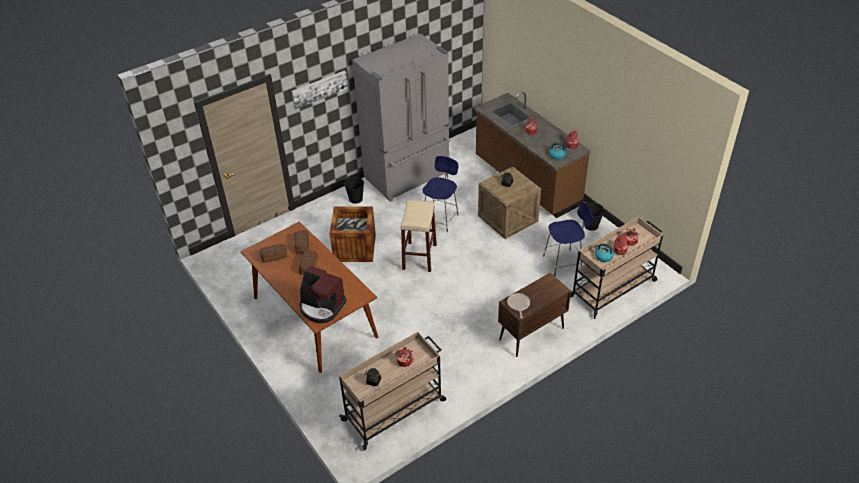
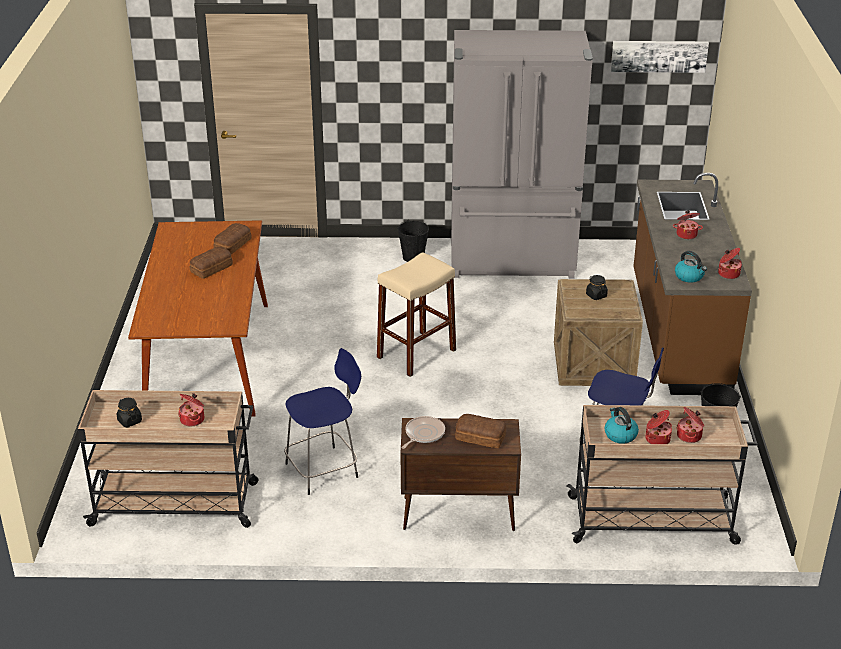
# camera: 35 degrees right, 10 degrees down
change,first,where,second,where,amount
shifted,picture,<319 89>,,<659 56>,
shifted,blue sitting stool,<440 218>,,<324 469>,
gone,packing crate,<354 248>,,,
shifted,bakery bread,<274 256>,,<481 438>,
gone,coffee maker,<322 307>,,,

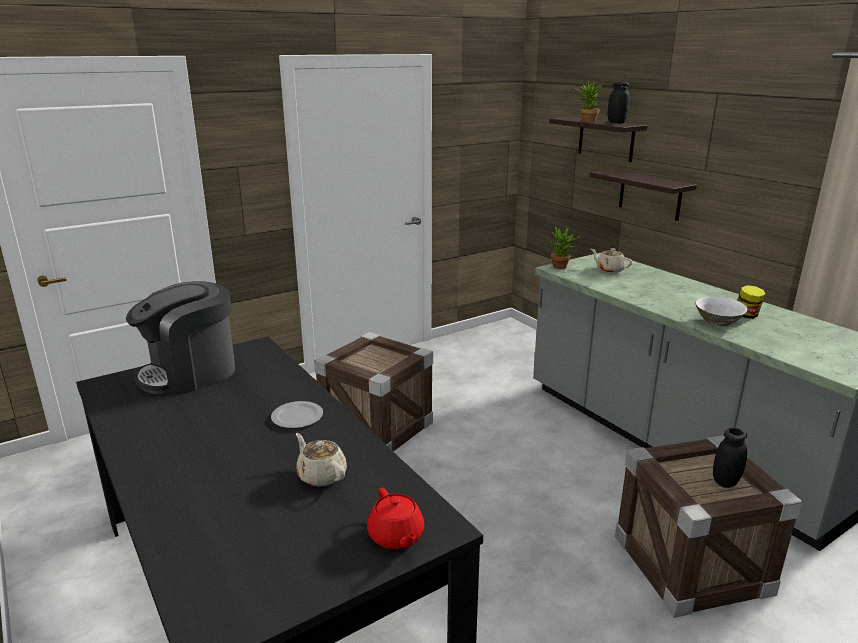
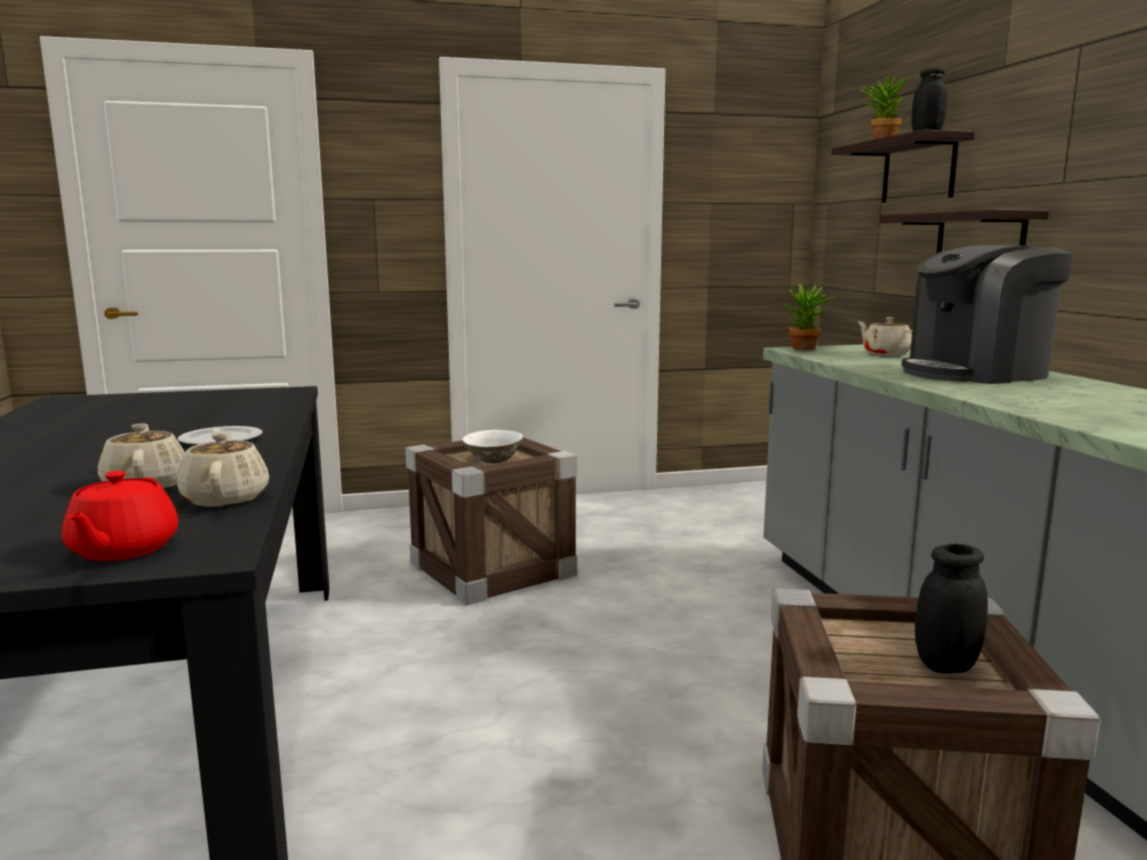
# camera: 20 degrees right, 10 degrees down
change,first,where,second,where,amount
shifted,coffee maker,<190 373>,,<976 373>,
gone,preserve jar,<746 315>,,,
shifted,white bowl,<717 322>,,<493 460>,
new,,,beige tea pot,<226 498>,

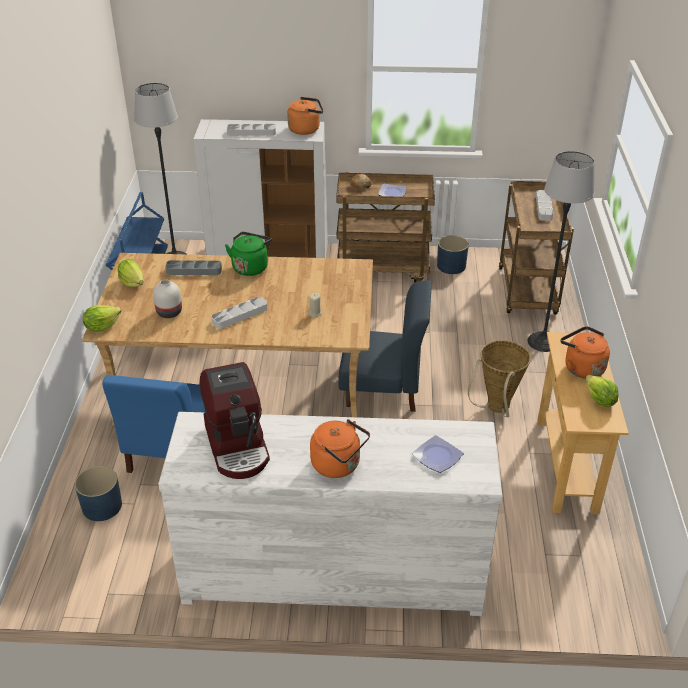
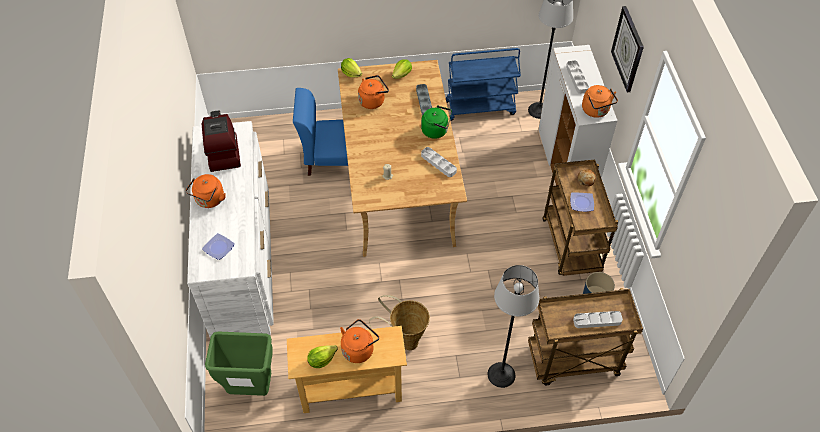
# camera: 80 degrees right, 15 degrees up
change,first,where,second,where,amount
swapped,white flower vase,<169 312>,orange-coloured water kettle,<373 101>,
gone,blue upright chair,<383 389>,,,
shifted,greyish tray,<240 315>,,<438 163>,
rotated,coffee maker,<238 446>,,<223 153>,105 degrees clockwise
gone,blue flower pot,<102 506>,,,
new,,,hanging clock,<628 49>,
new,,,green-coloured waste bin,<250 388>,

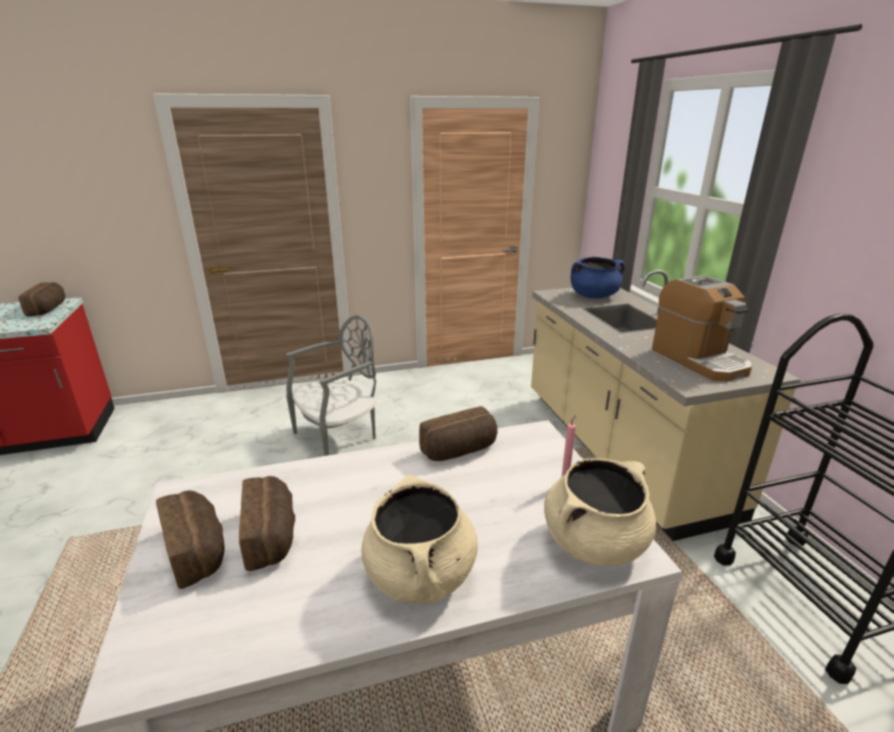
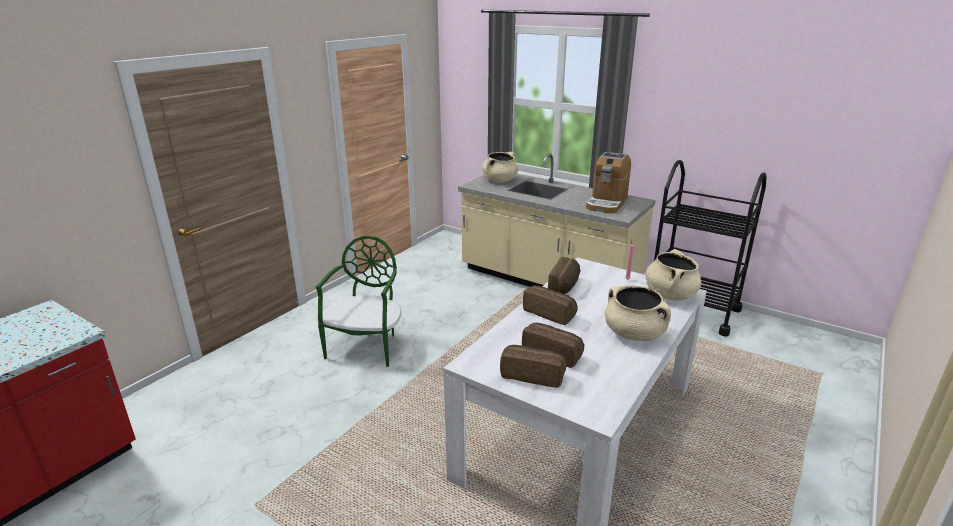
# camera: 40 degrees left, 0 degrees up
change,first,where,second,where,amount
repainted,blue cooking pot,<594 296>,beige cooking pot,<500 180>,
rotated,coffee maker,<699 360>,,<607 203>,90 degrees clockwise
shifted,bakery bread,<49 309>,,<550 313>,
repainted,greyish upright chair,<339 438>,green-coloured upright chair,<367 346>,

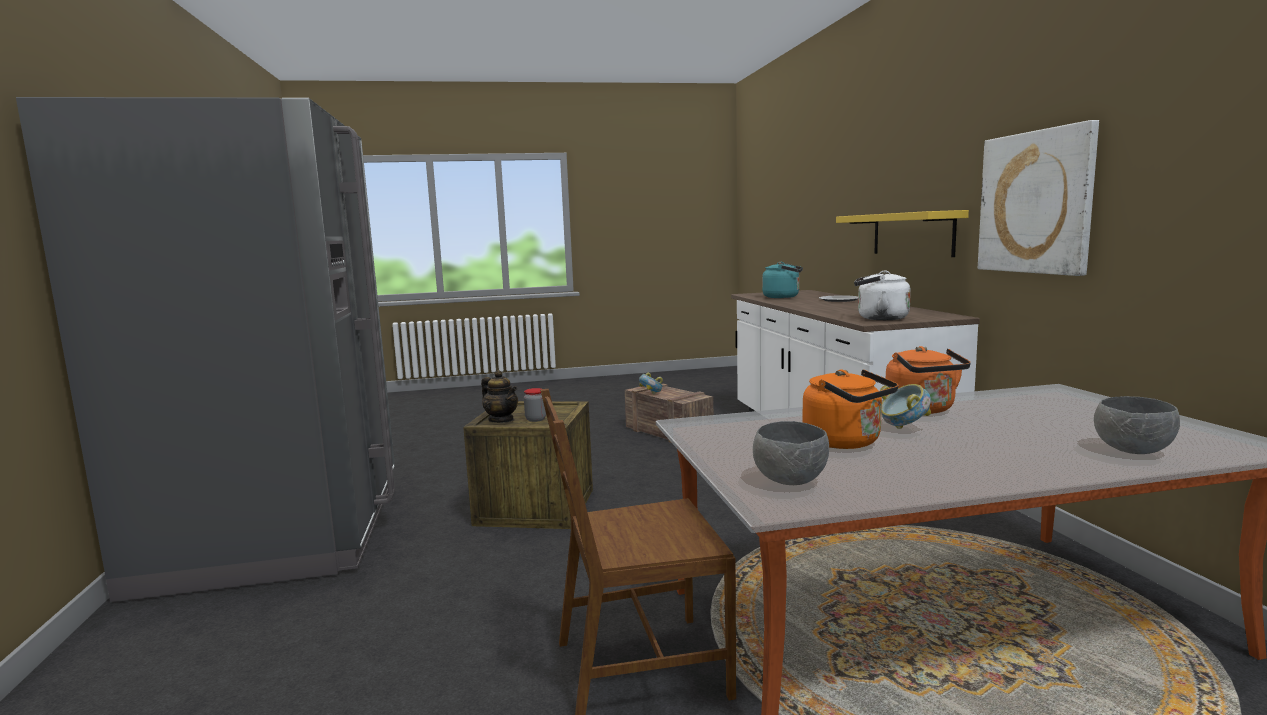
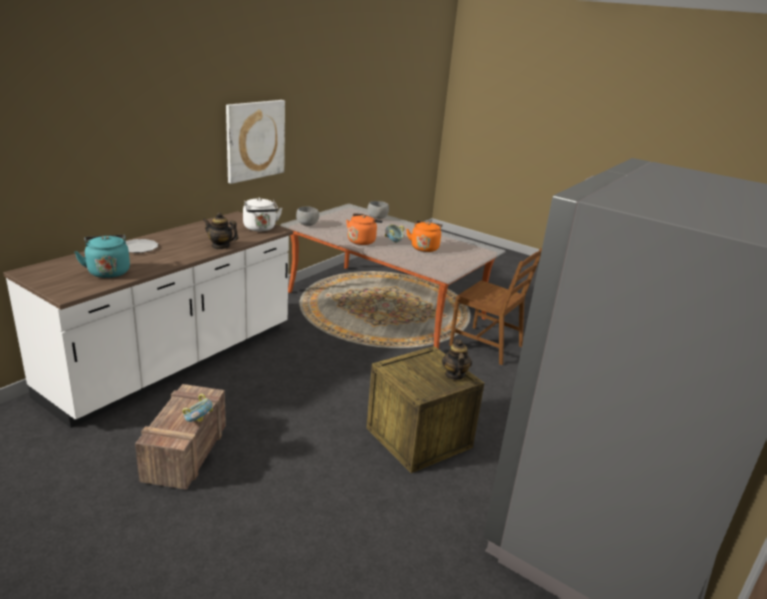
# camera: 135 degrees left, 15 degrees up
change,first,where,second,where,amount
gone,yellow-coloured wall shelf,<912 234>,,,
gone,preserve jar,<535 419>,,,
shifted,greyish bowl,<792 481>,,<307 224>,
new,,,tea pot,<220 246>,

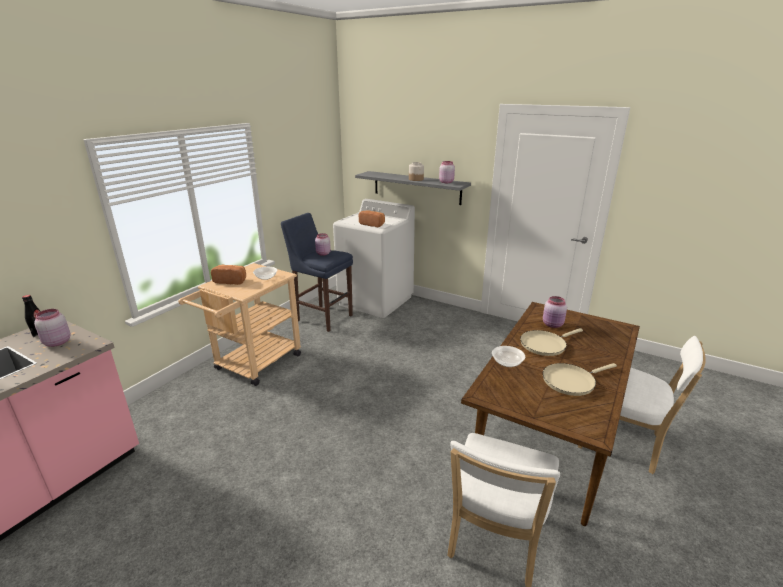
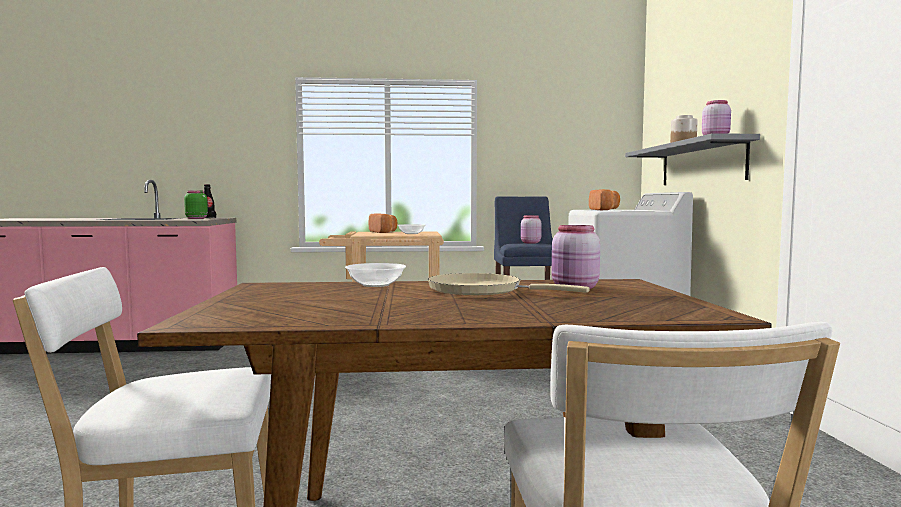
# camera: 55 degrees right, 20 degrees down
change,first,where,second,where,amount
repainted,pink-coloured preserve jar,<56 342>,green-coloured preserve jar,<196 218>,
gone,beige pan,<571 381>,,,

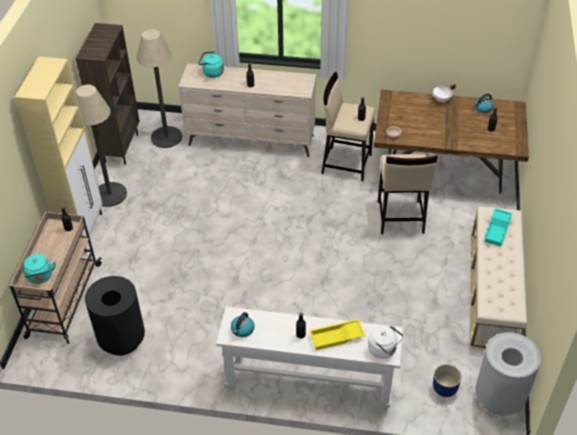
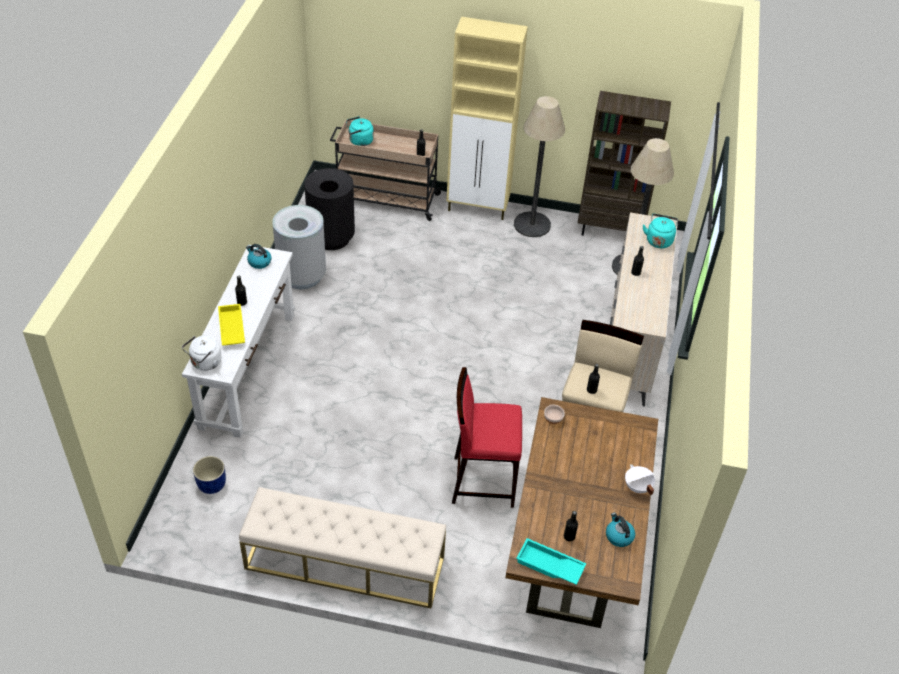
# camera: 90 degrees right, 0 degrees up
change,first,where,second,where,amount
repainted,beige sitting stool,<400 217>,reddish sitting stool,<482 481>,
shifted,turquoise-coloured tray,<498 230>,,<549 566>,
shifted,greyish waste bin,<499 397>,,<302 276>,

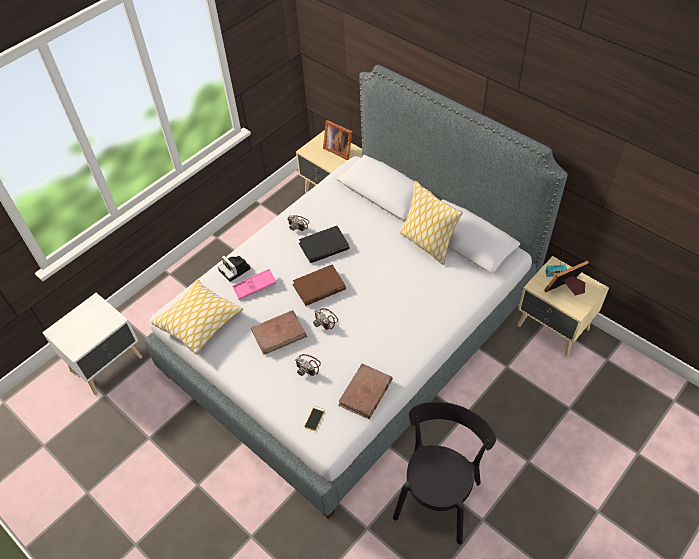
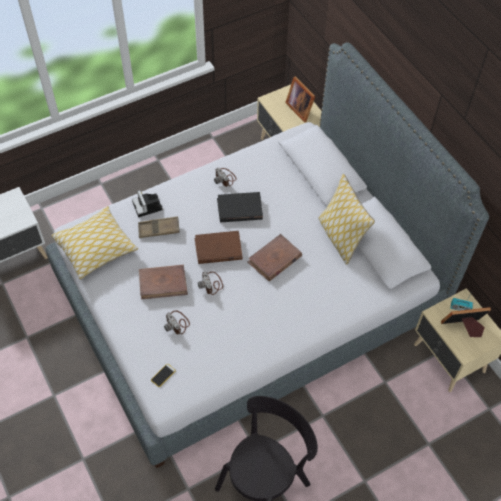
# camera: 15 degrees right, 5 degrees up
change,first,where,second,where,amount
repainted,pink-coloured tray,<255 286>,brown tray,<159 229>,
shifted,brown book,<365 393>,,<274 259>,

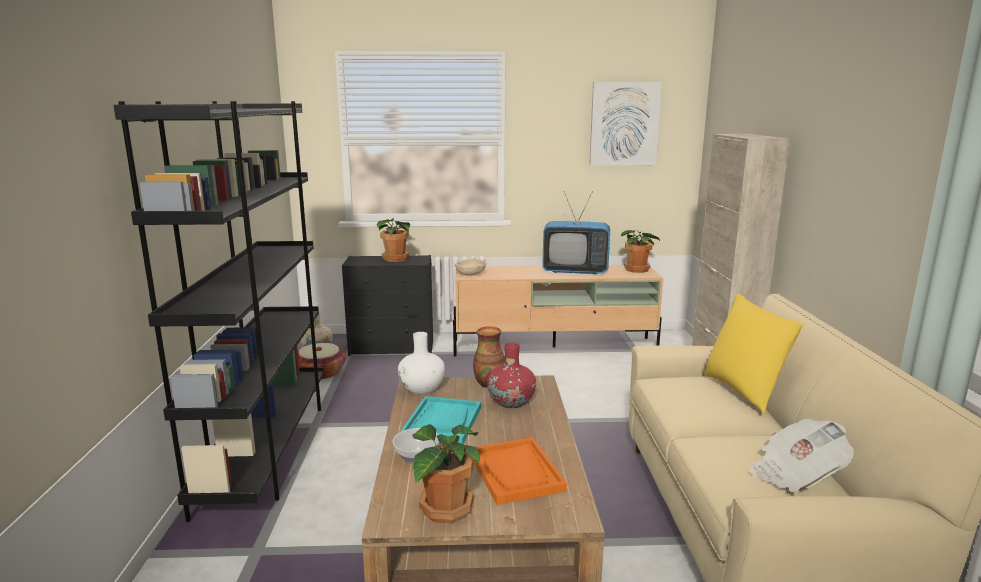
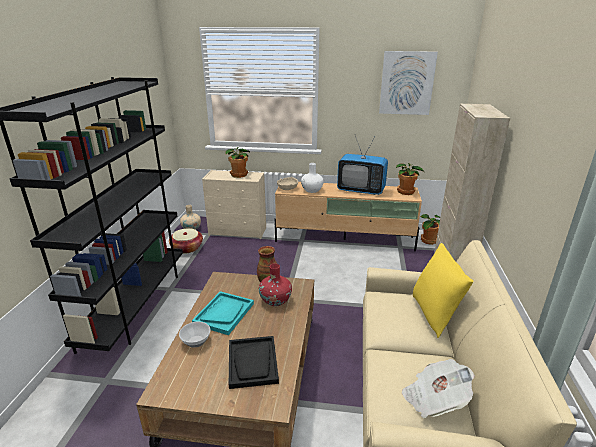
# camera: 10 degrees right, 10 degrees up
change,first,where,second,where,amount
repainted,blackish chest of drawers,<393 348>,beige chest of drawers,<238 231>,
shifted,white flower vase,<422 389>,,<312 190>,
shifted,plant in a pot,<444 509>,,<428 241>,
repainted,orange-coloured tray,<516 472>,blackish tray,<253 363>,

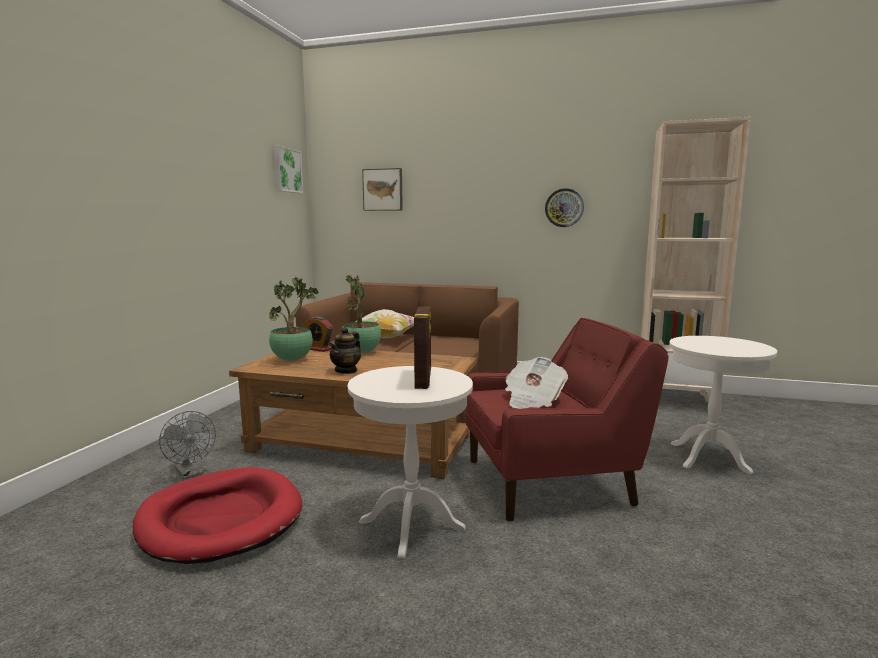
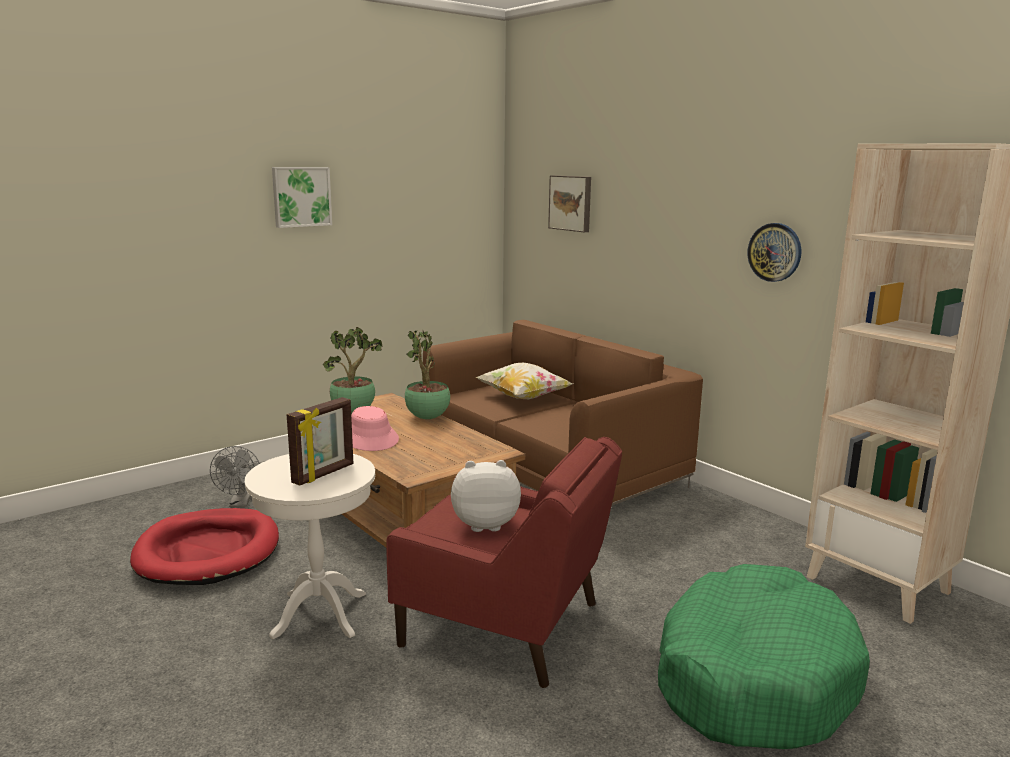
# camera: 35 degrees right, 5 degrees up
change,first,where,second,where,amount
shifted,picture,<286 170>,,<301 196>,
gone,bedside clock,<318 349>,,,
swapped,tea pot,<346 370>,pink-coloured hat,<370 438>,
swapped,white accent table,<709 457>,green-coloured dog cushion,<753 677>,
swapped,newspaper,<533 400>,plush toy,<485 524>,

